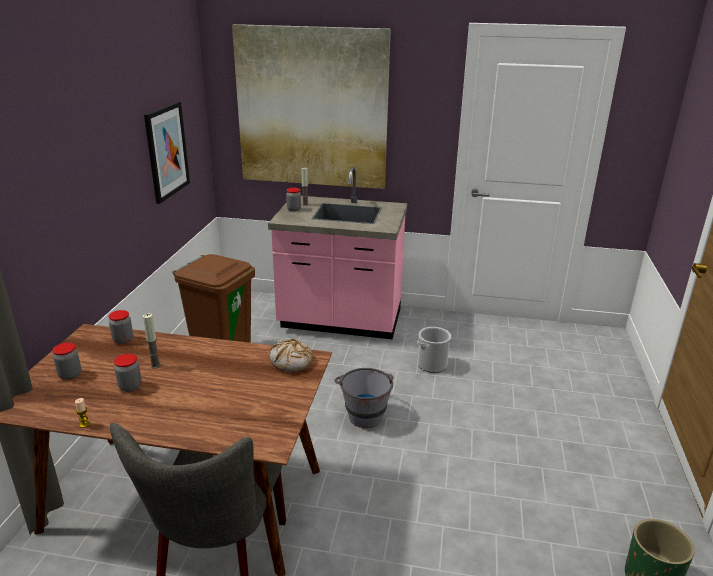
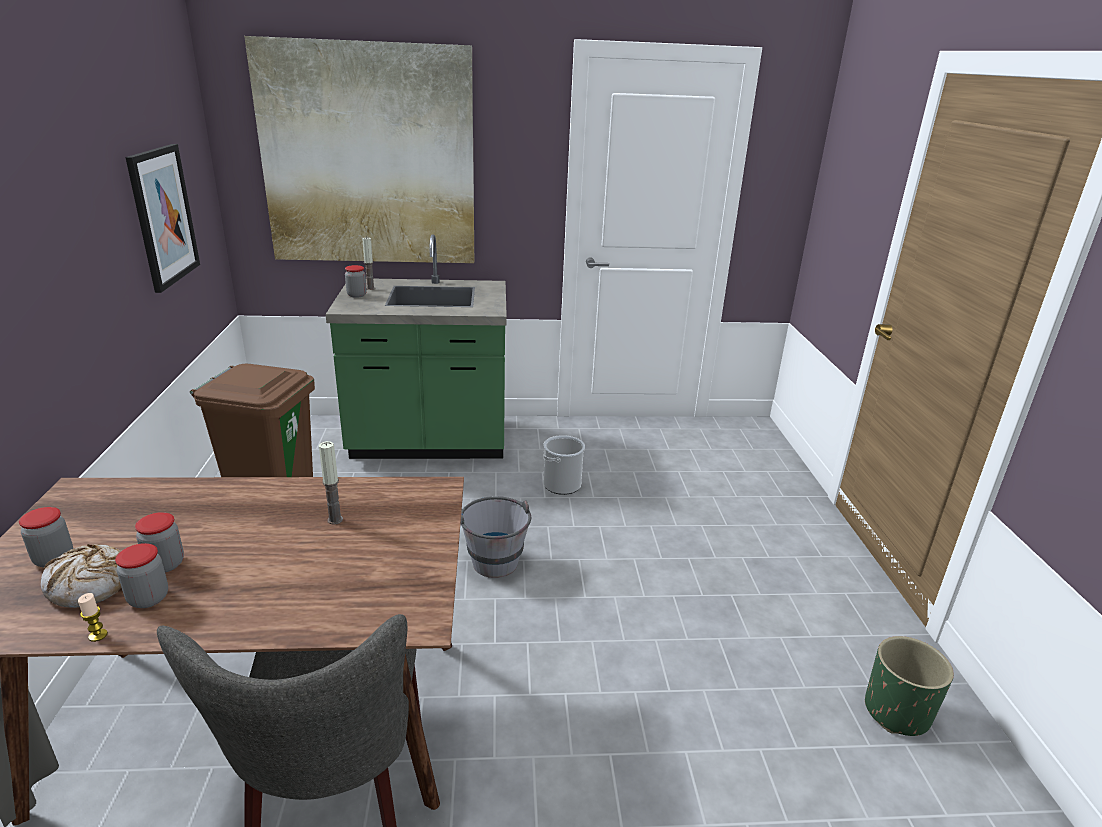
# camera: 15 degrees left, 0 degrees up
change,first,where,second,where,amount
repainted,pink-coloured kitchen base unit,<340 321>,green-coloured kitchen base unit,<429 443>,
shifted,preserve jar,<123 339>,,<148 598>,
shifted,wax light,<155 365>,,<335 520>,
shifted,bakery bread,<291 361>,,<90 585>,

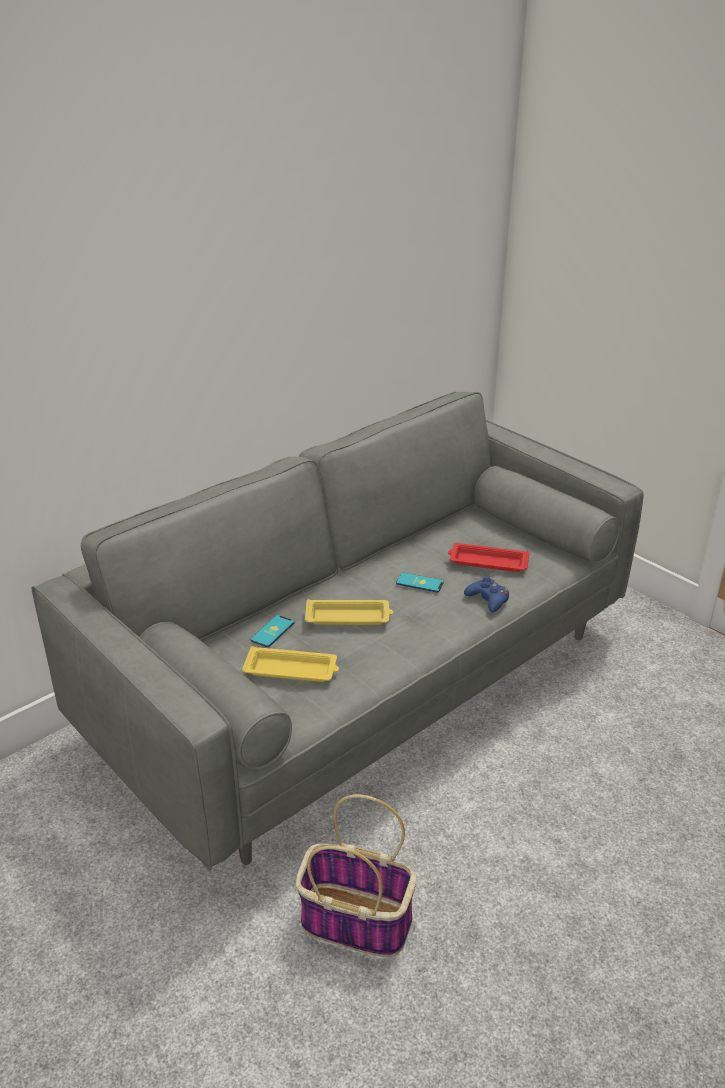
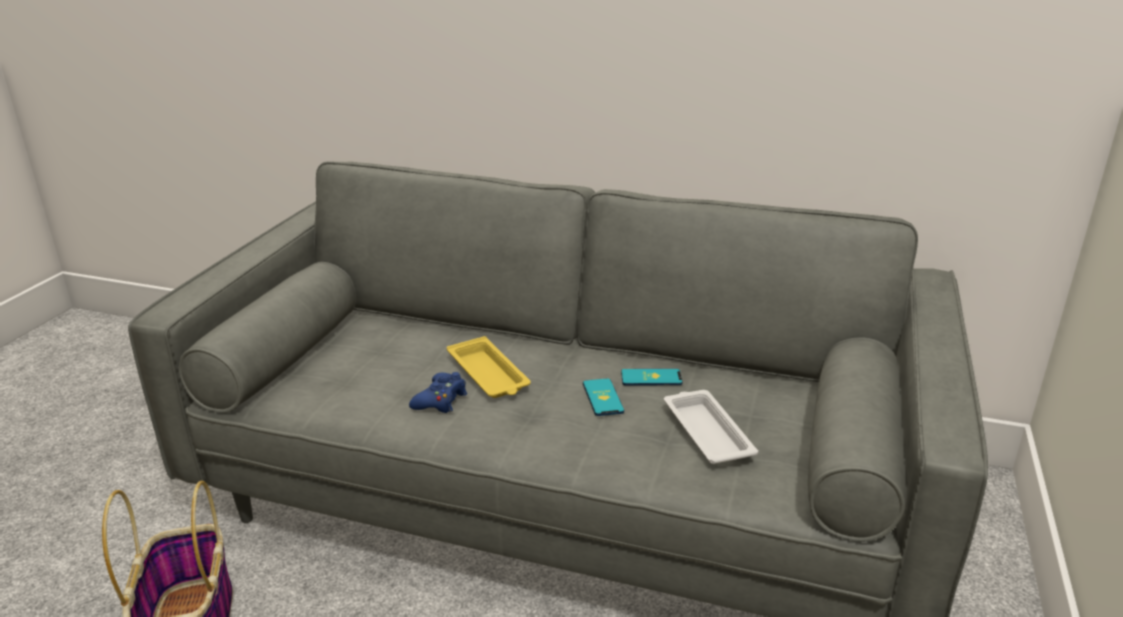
# camera: 60 degrees right, 5 degrees down
change,first,where,second,where,amount
repainted,reddish tray,<487 562>,white tray,<706 431>,
shifted,blue joypad,<488 600>,,<440 400>,
shifted,telephone,<272 631>,,<651 378>,
gone,yellow-coloured tray,<292 670>,,,

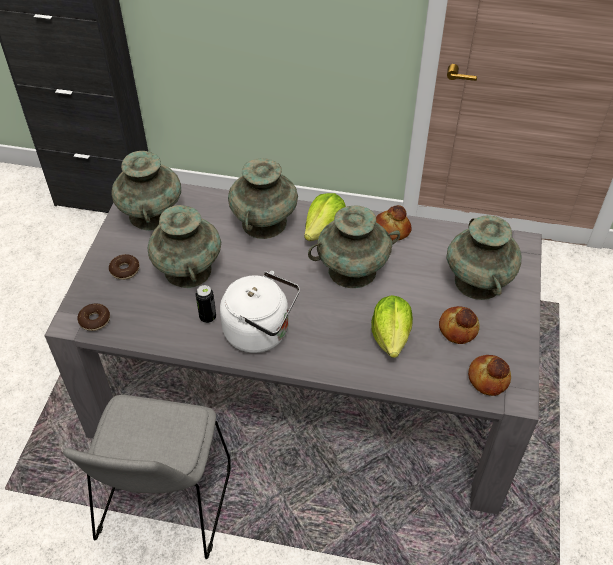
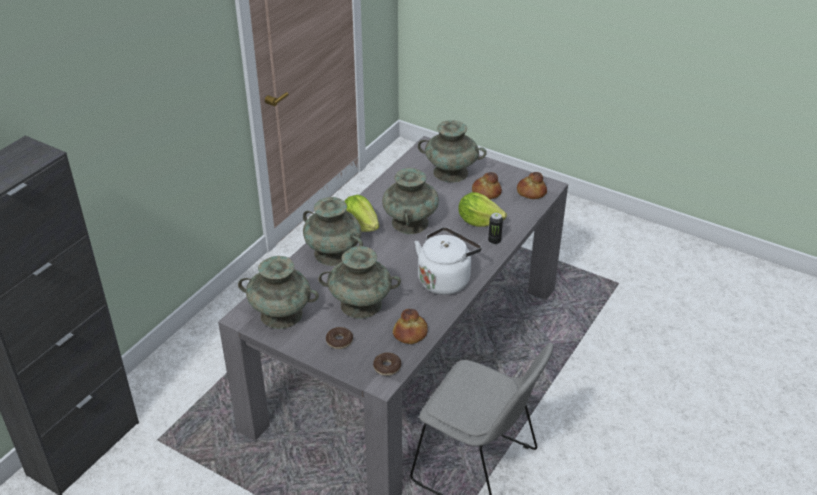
# camera: 70 degrees left, 10 degrees down
change,first,where,second,where,amount
shifted,bakery bread,<391 230>,,<410 334>,
shifted,sealed can,<208 317>,,<494 241>,

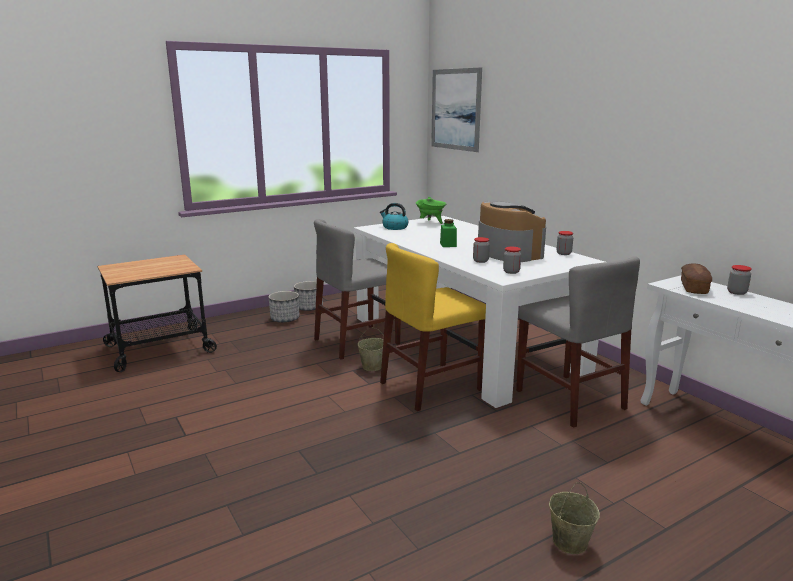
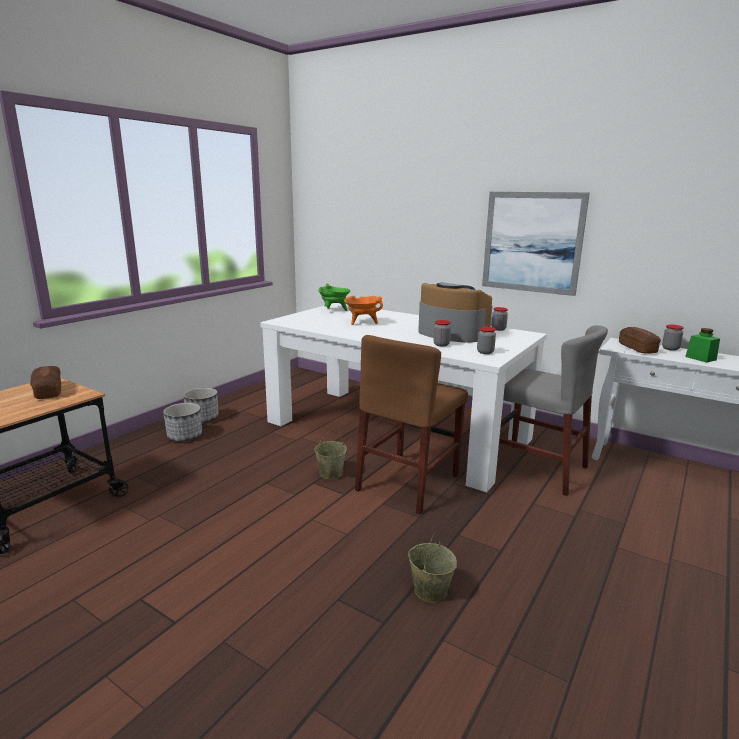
# camera: 25 degrees left, 0 degrees up
change,first,where,second,where,amount
shifted,picture,<455 109>,,<532 242>,
gone,water kettle,<394 227>,,,
gone,greyish upright chair,<357 341>,,,
shifted,green-coloured preserve jar,<448 244>,,<700 358>,
repainted,yellow-coloured upright chair,<431 386>,brown upright chair,<408 483>,
shifted,beige bucket,<569 541>,,<429 590>,
new,,,orange-coloured cooking pot,<362 323>,
new,,,bakery bread,<48 391>,

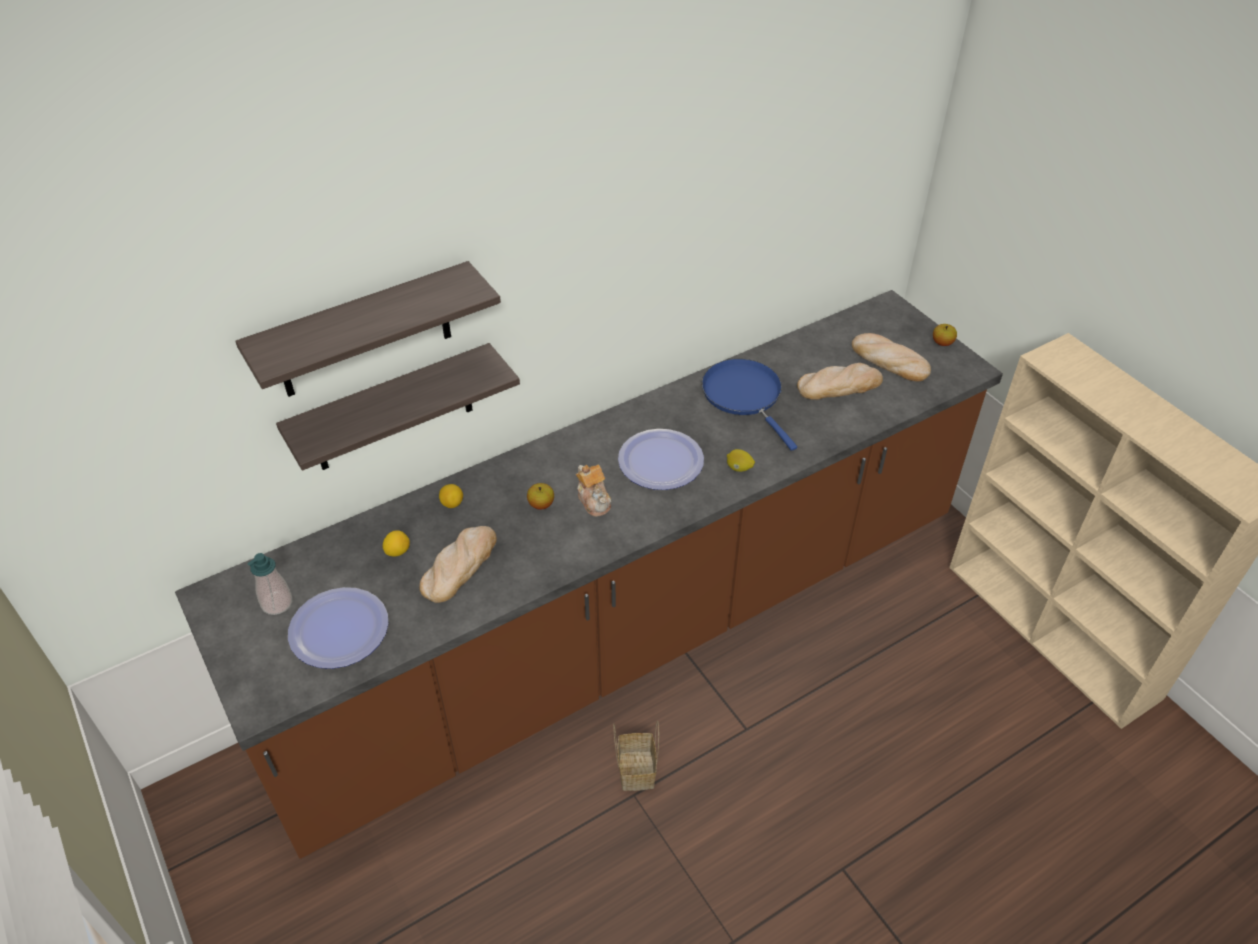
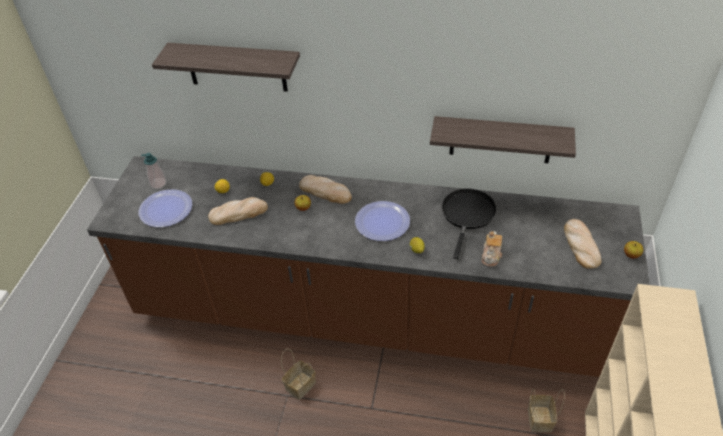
# camera: 45 degrees right, 0 degrees up
change,first,where,second,where,amount
shifted,wall shelf,<392 410>,,<500 140>,
repainted,blue pan,<744 396>,blackish pan,<467 215>,
shifted,bakery bread,<839 385>,,<325 191>,
shifted,tea pot,<594 500>,,<491 255>,
new,,,storage basket,<540 420>,

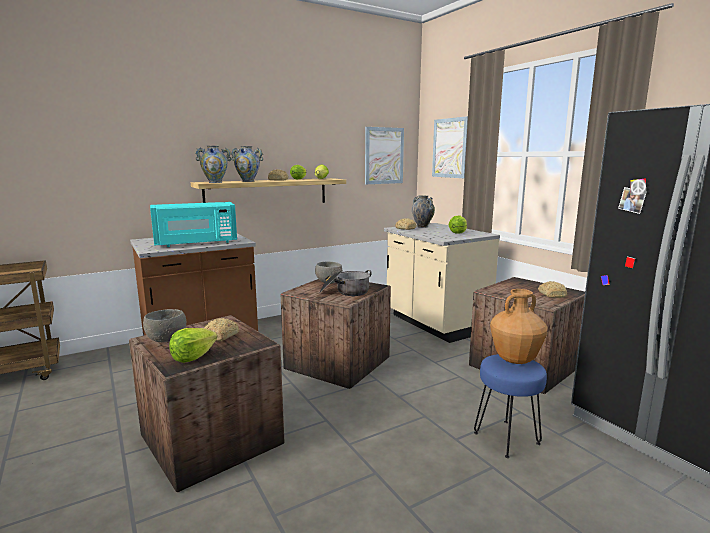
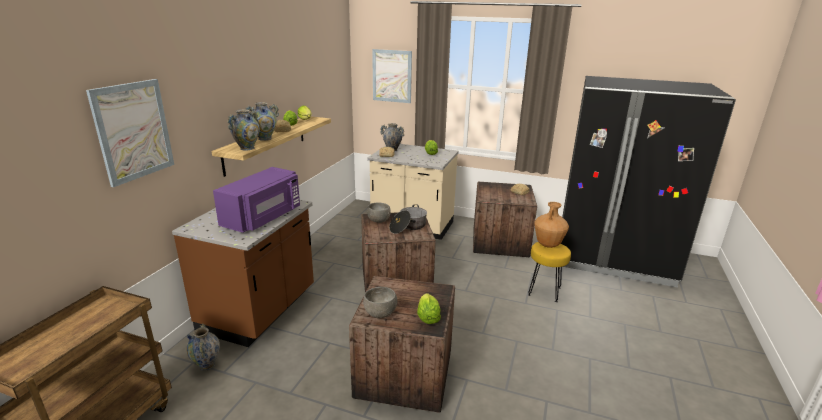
# camera: 40 degrees left, 10 degrees up
change,first,where,second,where,amount
shifted,picture,<384 155>,,<133 131>,
repainted,turquoise-coloured microwave,<196 243>,purple-coloured microwave,<263 217>,
gone,bakery bread,<220 336>,,,
repainted,blue sitting stool,<505 438>,yellow-coloured sitting stool,<544 291>,
new,,,flower vase,<207 365>,

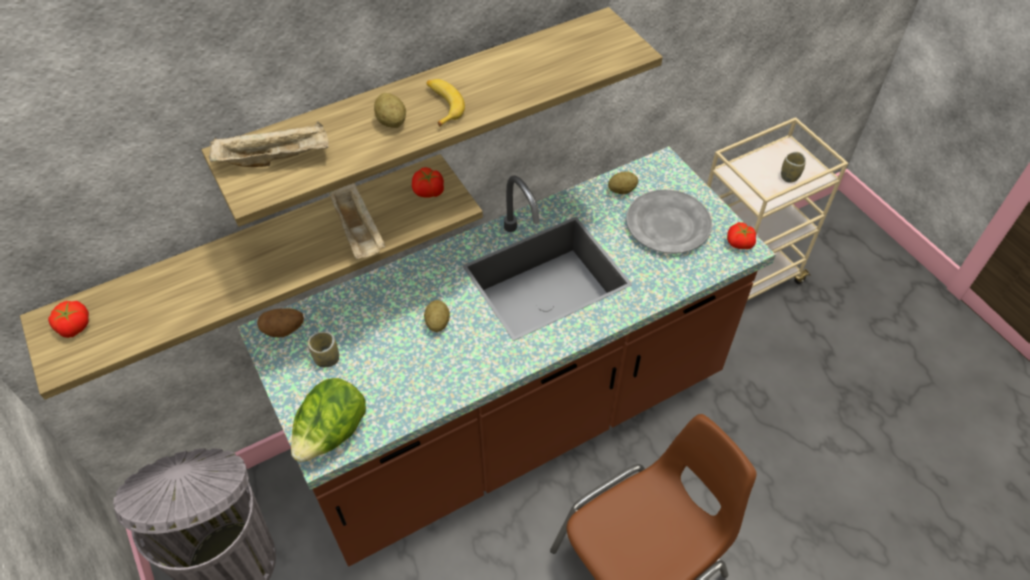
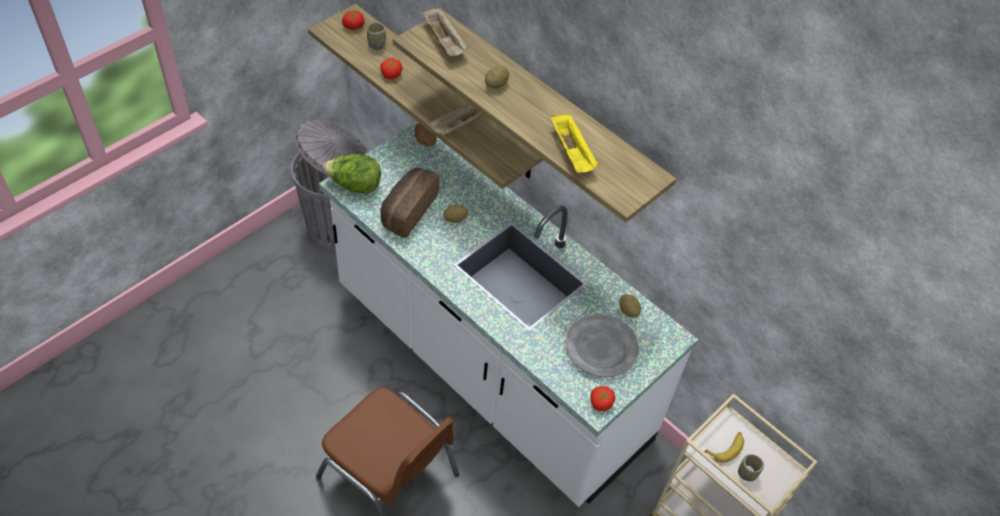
# camera: 70 degrees right, 0 degrees up
change,first,where,second,where,amount
shifted,whole banana,<442 105>,,<726 448>,
repainted,brown kitchen base unit,<515 421>,white kitchen base unit,<489 366>,
shifted,fresh tomato,<428 191>,,<391 74>,
shifted,small cup,<327 359>,,<376 45>,
new,,,yellow-coloured tray,<572 153>,
new,,,bakery bread,<407 210>,

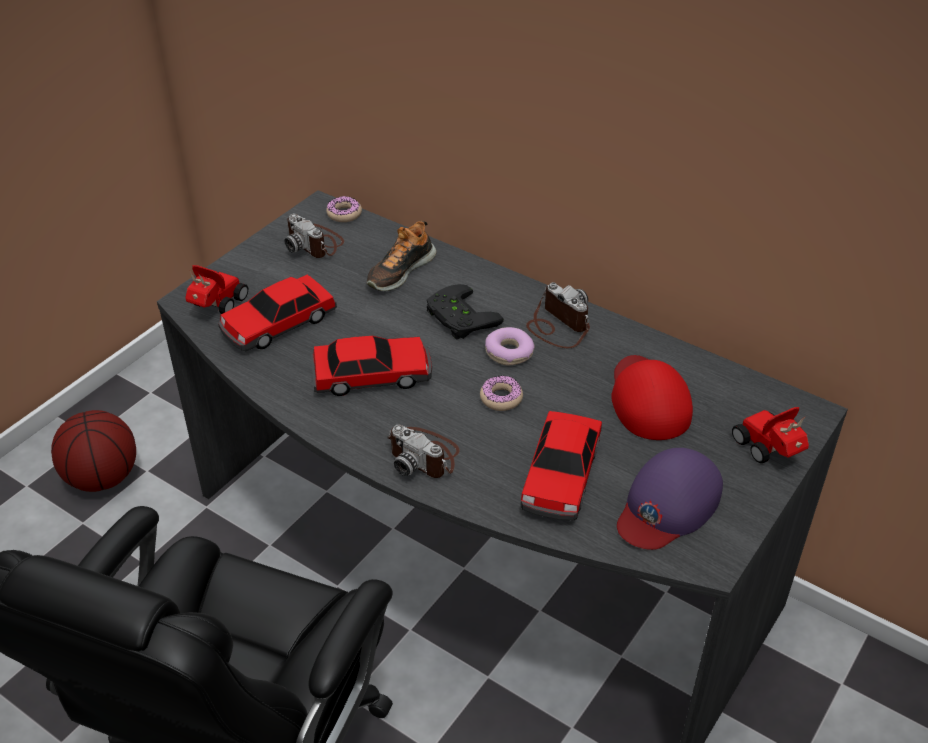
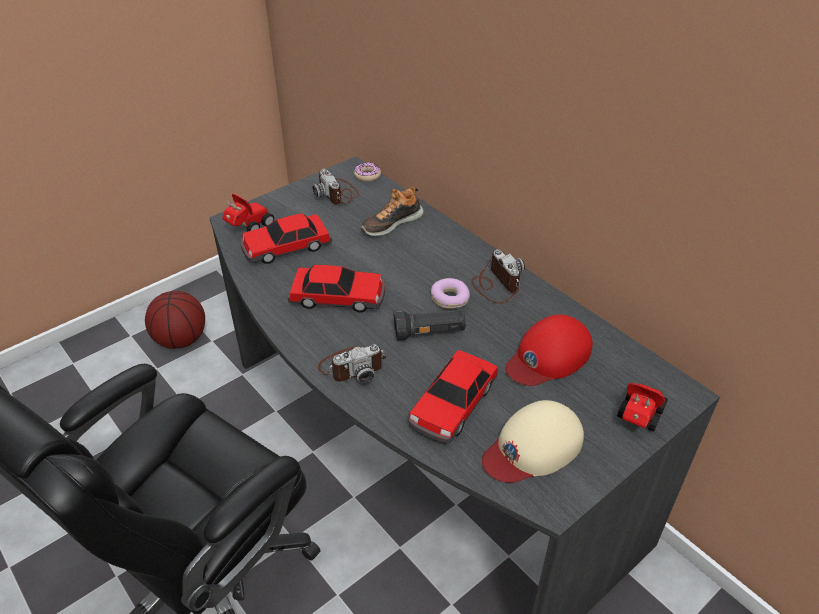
# camera: 15 degrees right, 0 degrees up
change,first,where,second,where,amount
gone,blackish joypad,<458 318>,,,
rotated,reddish peaked cap,<648 400>,,<548 356>,135 degrees counterclockwise
swapped,doughnut,<501 398>,blackish torch,<429 333>,
rotated,miniature car,<769 450>,,<637 419>,45 degrees clockwise
rotated,still camera,<424 455>,,<352 366>,75 degrees counterclockwise
repainted,purple-coloured peaked cap,<667 505>,beige peaked cap,<532 447>,

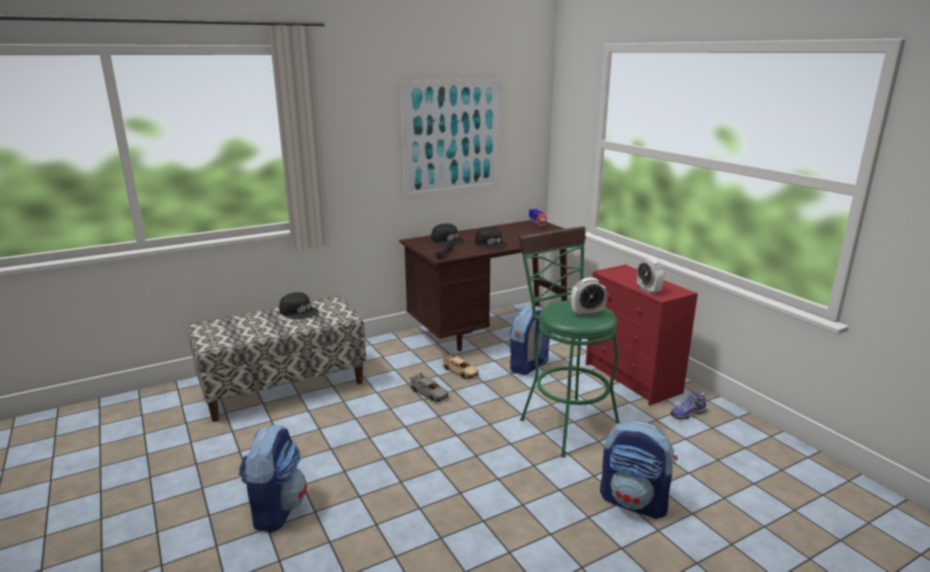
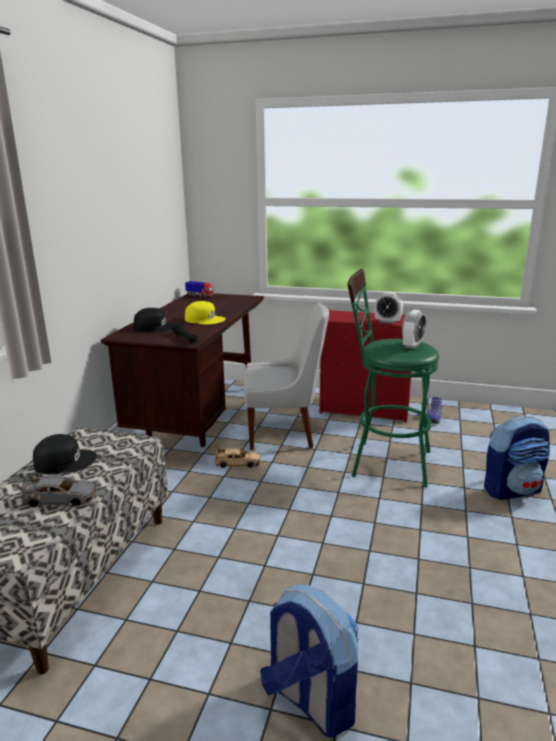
# camera: 45 degrees left, 0 degrees up
change,first,where,second,where,amount
gone,picture,<452 137>,,,
repainted,blackish peaked cap,<491 244>,yellow-coloured peaked cap,<205 319>,
swapped,knapsack,<529 366>,white upright chair,<284 433>,
shifted,greyish miniature car,<429 393>,,<60 499>,

